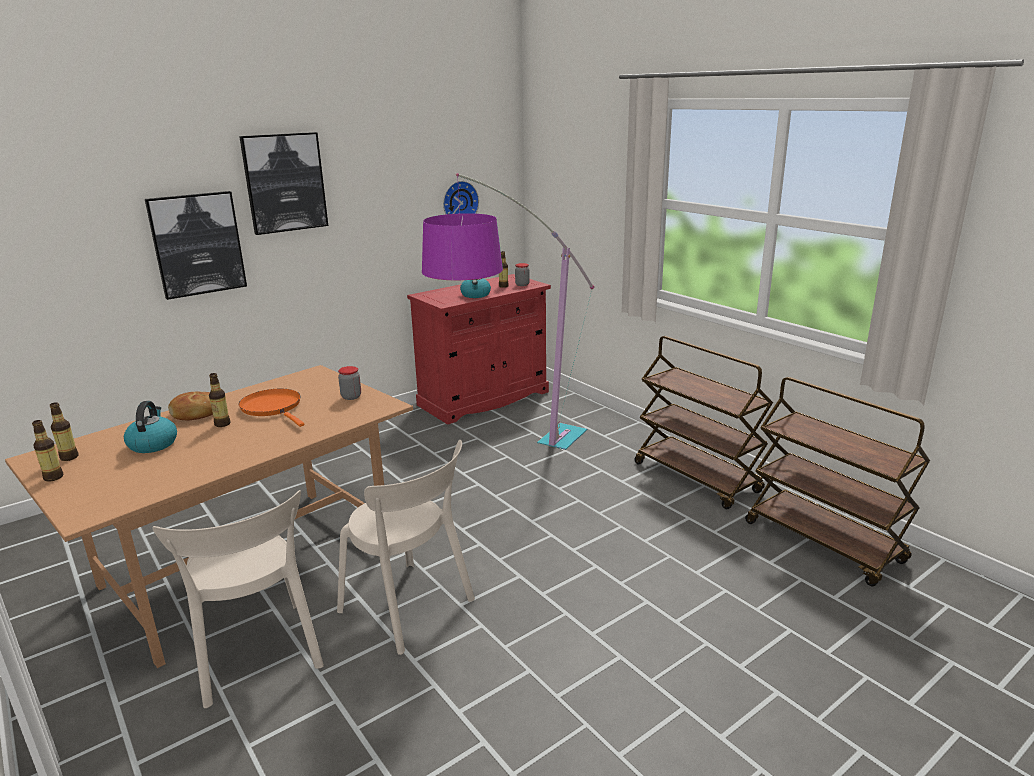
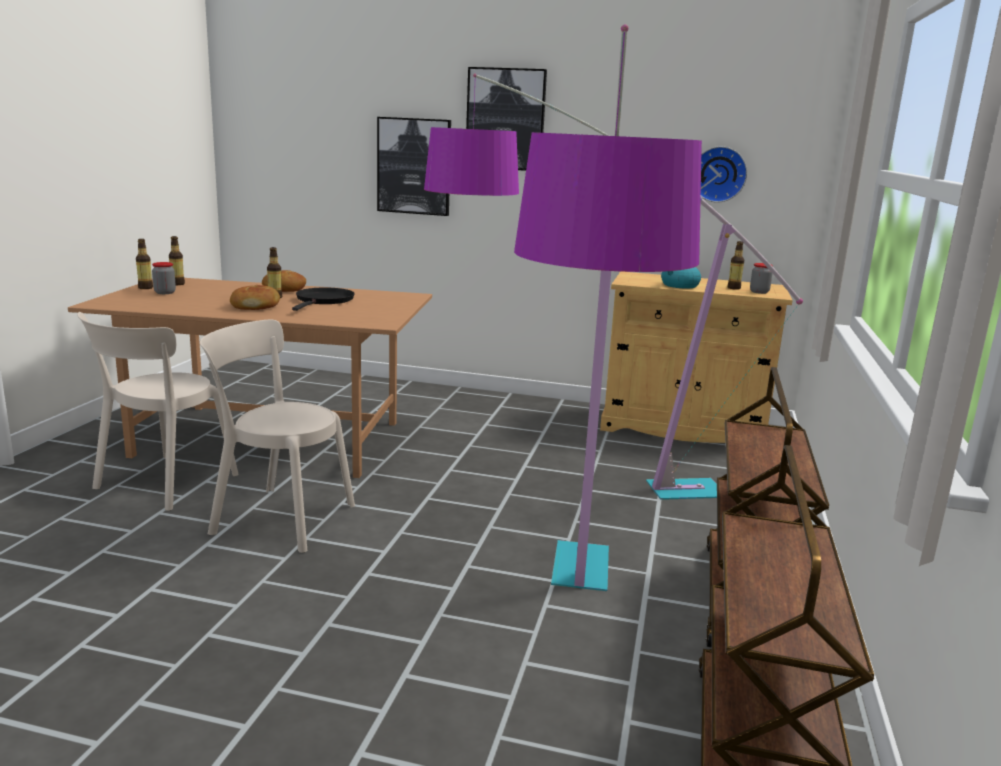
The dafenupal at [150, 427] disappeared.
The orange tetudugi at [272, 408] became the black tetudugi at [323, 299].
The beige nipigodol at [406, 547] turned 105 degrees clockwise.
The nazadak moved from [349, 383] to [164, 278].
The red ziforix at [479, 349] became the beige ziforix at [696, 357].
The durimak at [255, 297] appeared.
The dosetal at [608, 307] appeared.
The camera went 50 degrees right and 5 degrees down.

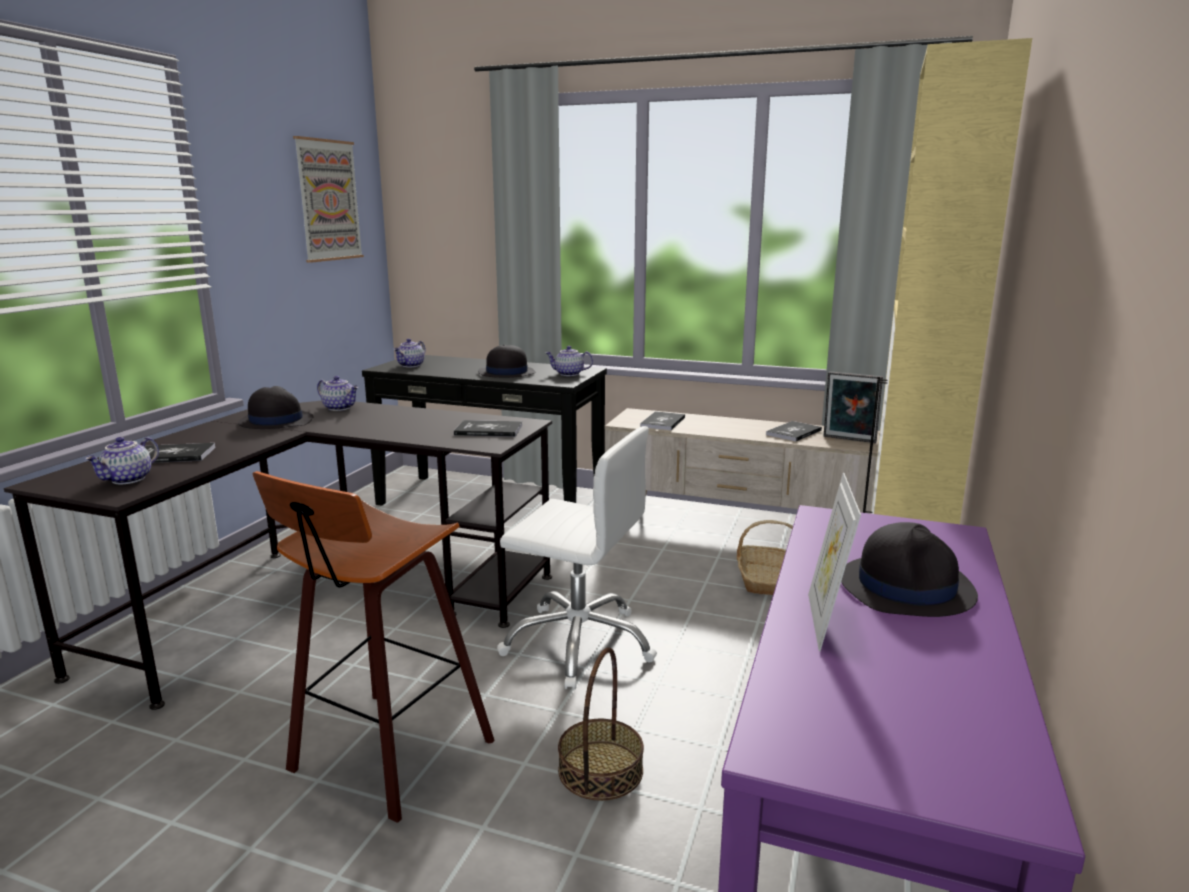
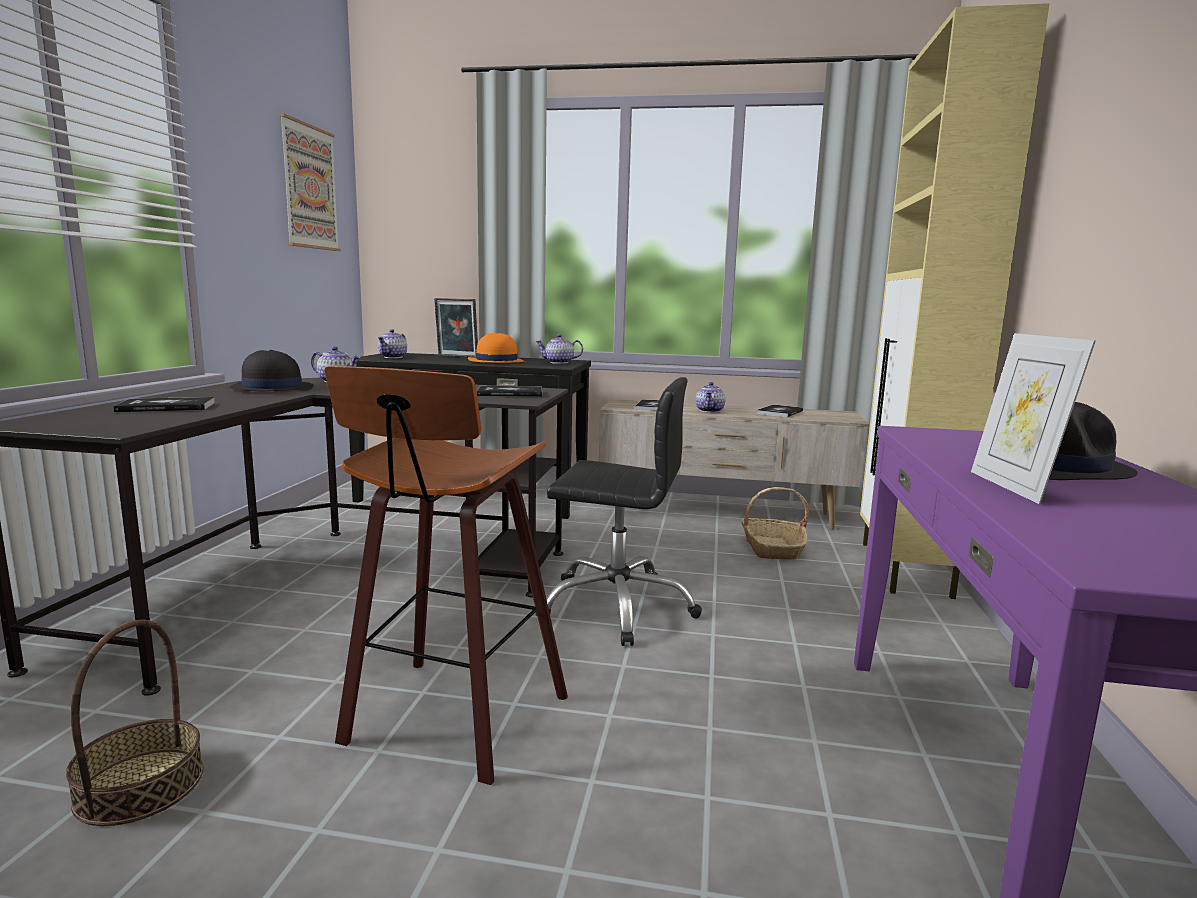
The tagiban moved from [122, 460] to [711, 397].
The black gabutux at [507, 361] became the orange gabutux at [496, 348].
The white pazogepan at [577, 558] became the black pazogepan at [618, 511].
The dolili moved from [601, 724] to [135, 722].
The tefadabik moved from [853, 407] to [456, 328].
The camera went 10 degrees left and 5 degrees down.

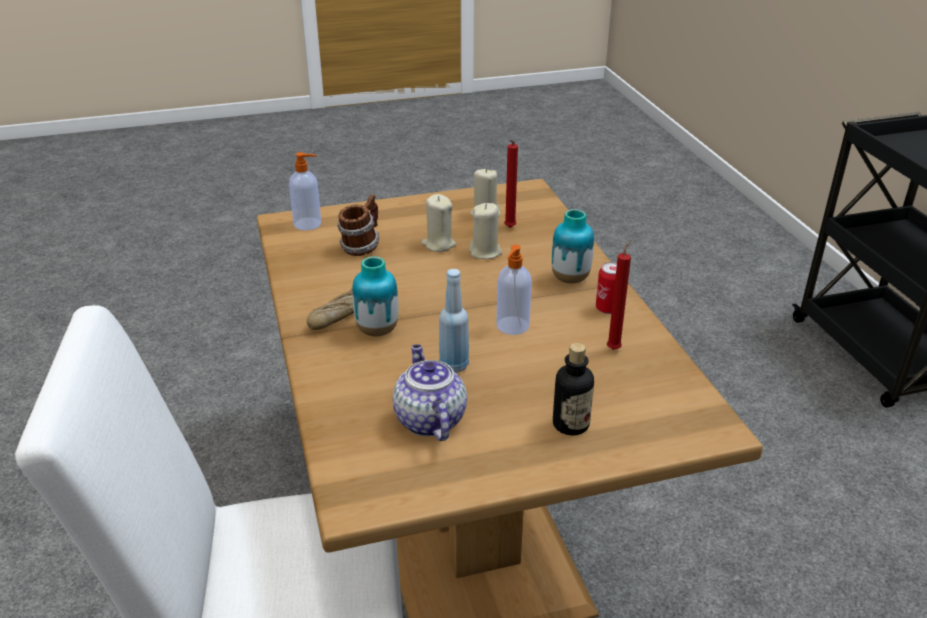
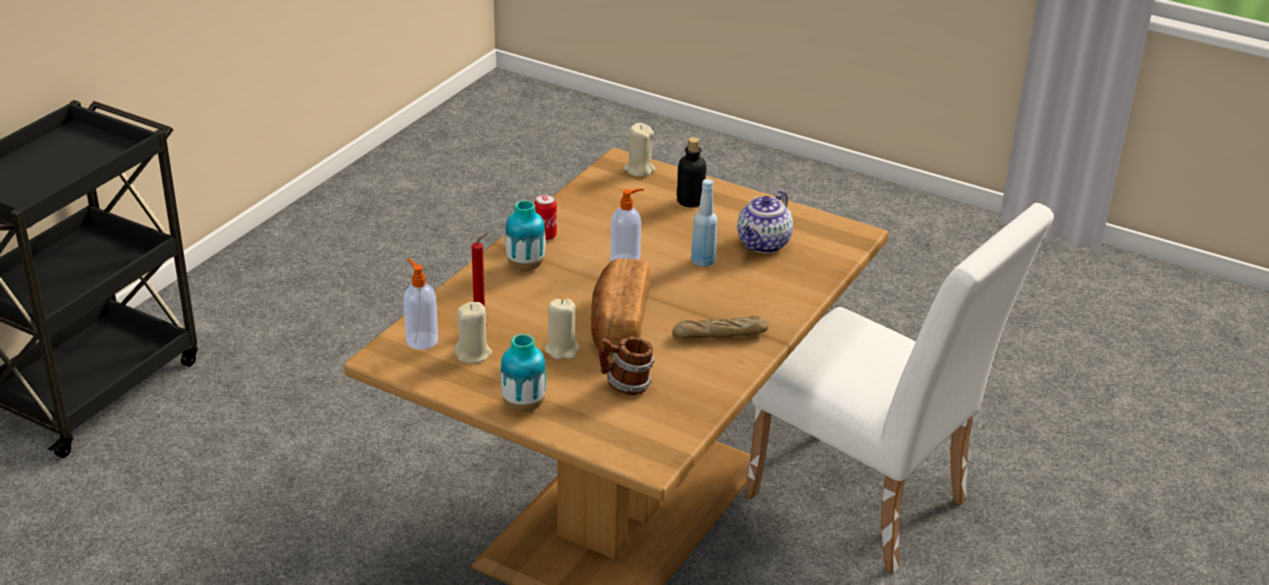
The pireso moved from [305, 191] to [421, 304].
The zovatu moved from [375, 296] to [523, 373].
The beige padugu moved from [485, 231] to [639, 150].
The red padugu at [619, 294] disappeared.
The durimak at [620, 304] appeared.
The camera went 135 degrees left and 0 degrees up.

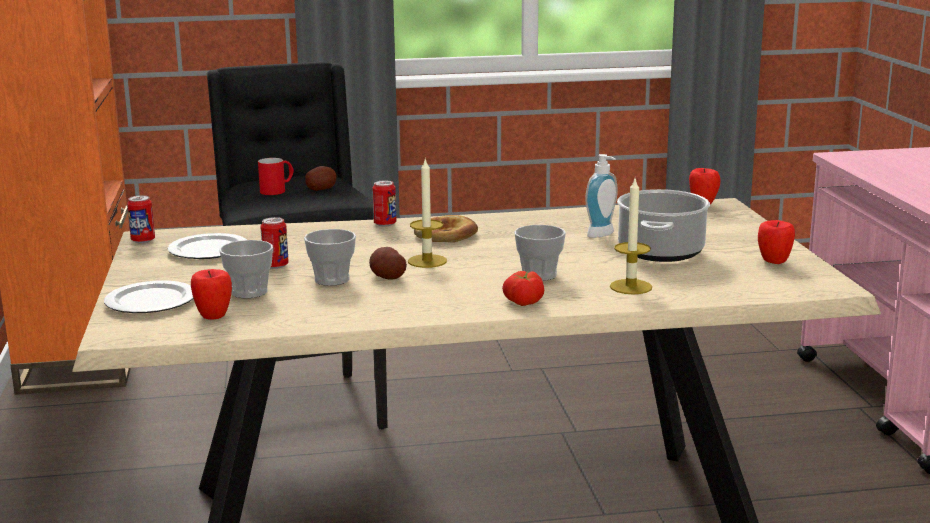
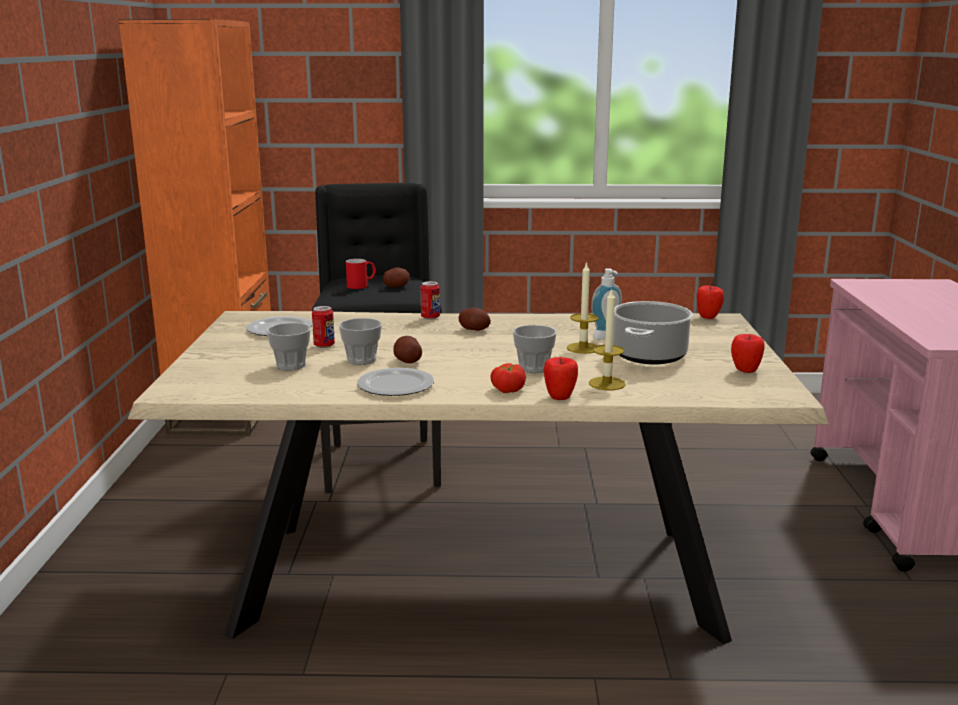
The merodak moved from [149, 296] to [395, 382].
The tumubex at [141, 219] disappeared.
The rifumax moved from [211, 294] to [561, 378].
The padugu moved from [427, 214] to [583, 307].
The durimak at [446, 228] was replaced by the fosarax at [474, 319].
The camera went 10 degrees right and 0 degrees up.

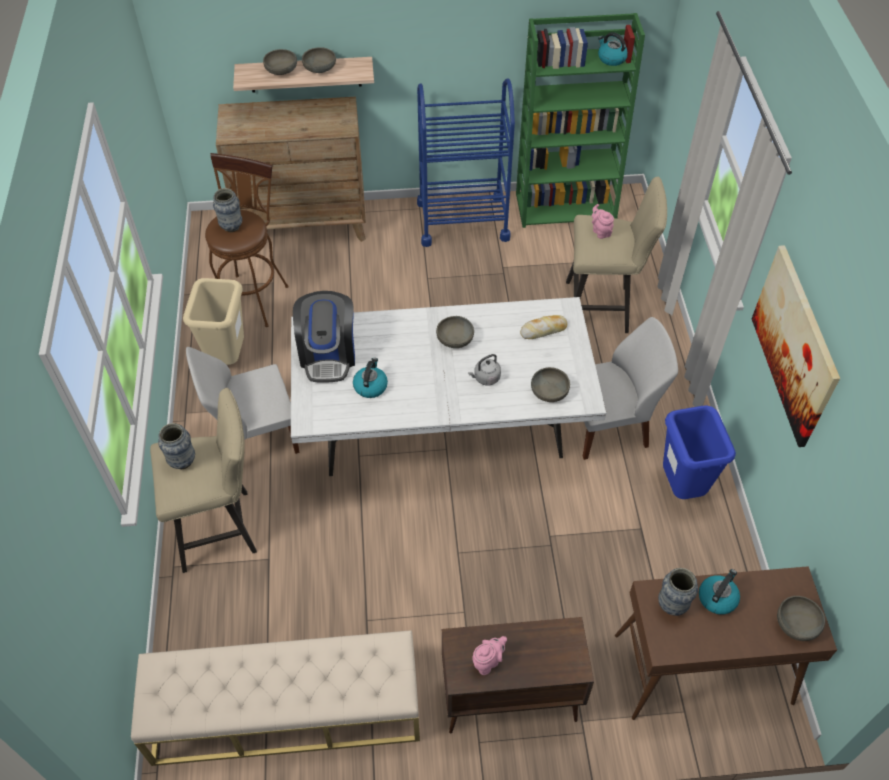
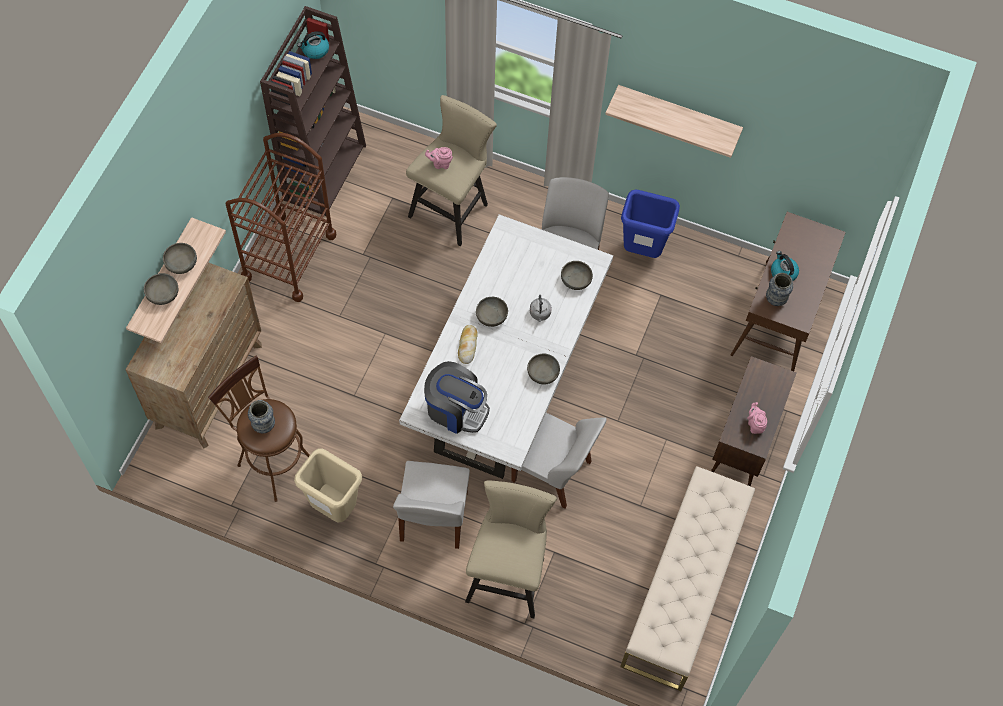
The zovatu at [176, 446] disappeared.
The dafenupal at [370, 378] disappeared.
The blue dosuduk at [466, 162] became the brown dosuduk at [281, 217].
The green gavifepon at [580, 120] became the brown gavifepon at [313, 111].
The durimak moved from [544, 327] to [468, 344].
The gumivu at [796, 346] was replaced by the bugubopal at [674, 121].
The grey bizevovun moved from [801, 618] to [543, 369].
The white nipigodol at [559, 461] appeared.
The camera went 65 degrees left and 10 degrees up.

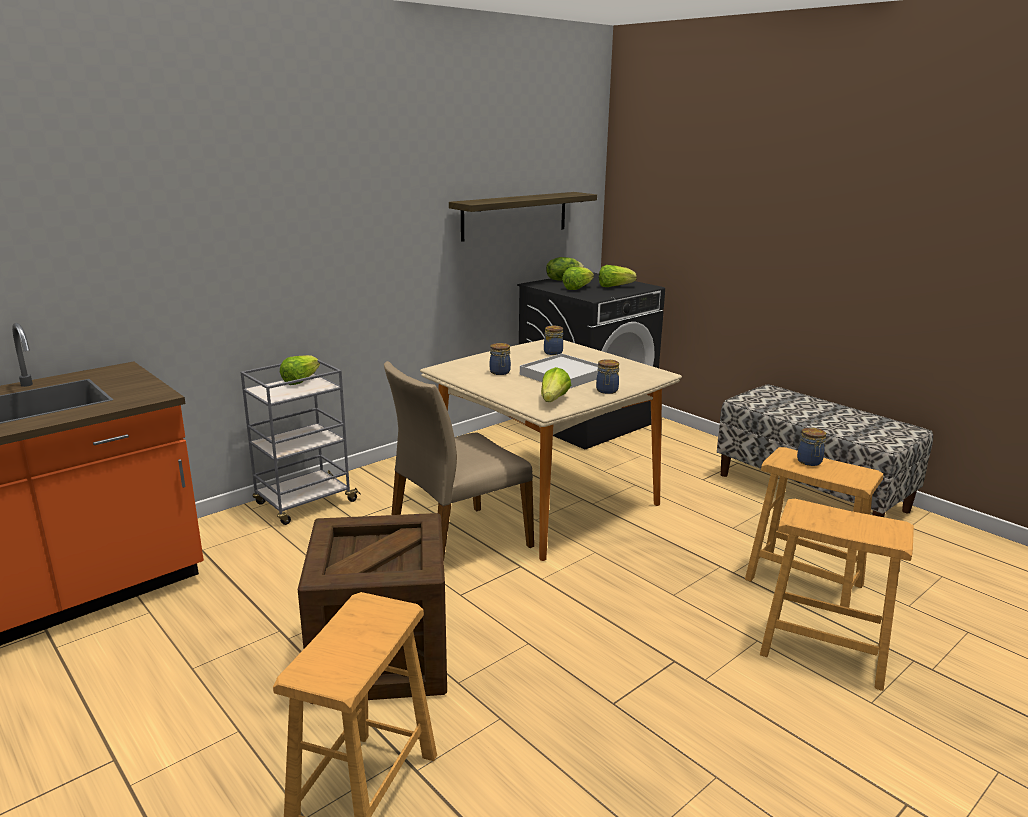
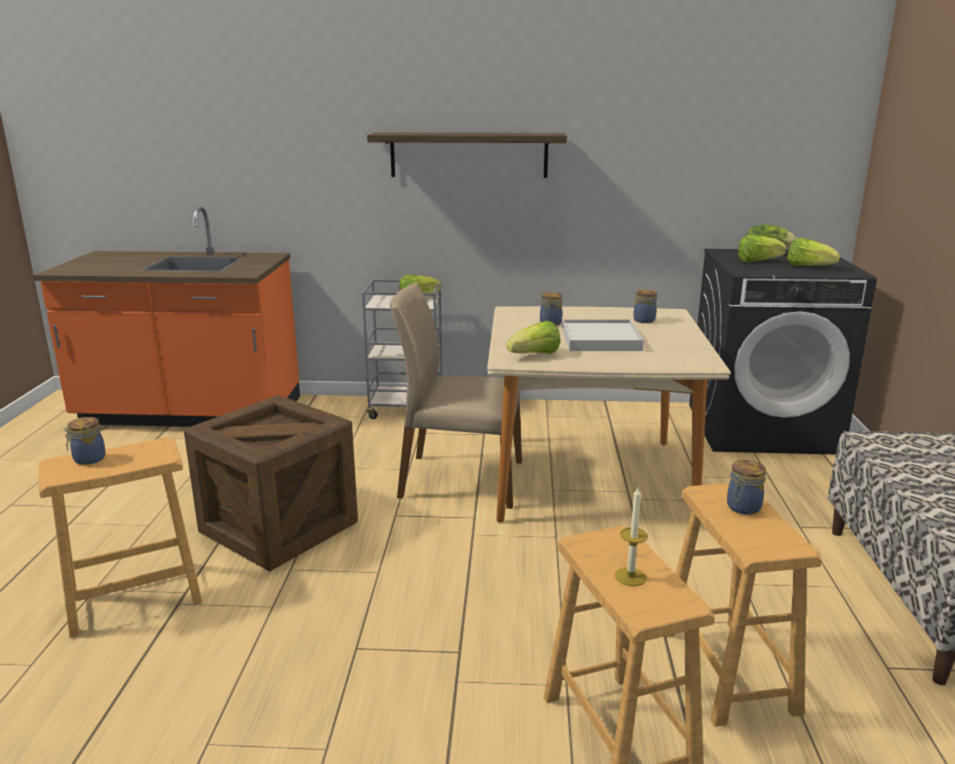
The bugubopal moved from [523, 217] to [467, 155].
The nazadak moved from [607, 376] to [85, 441].
The padugu at [631, 536] appeared.
The camera went 45 degrees right and 0 degrees up.

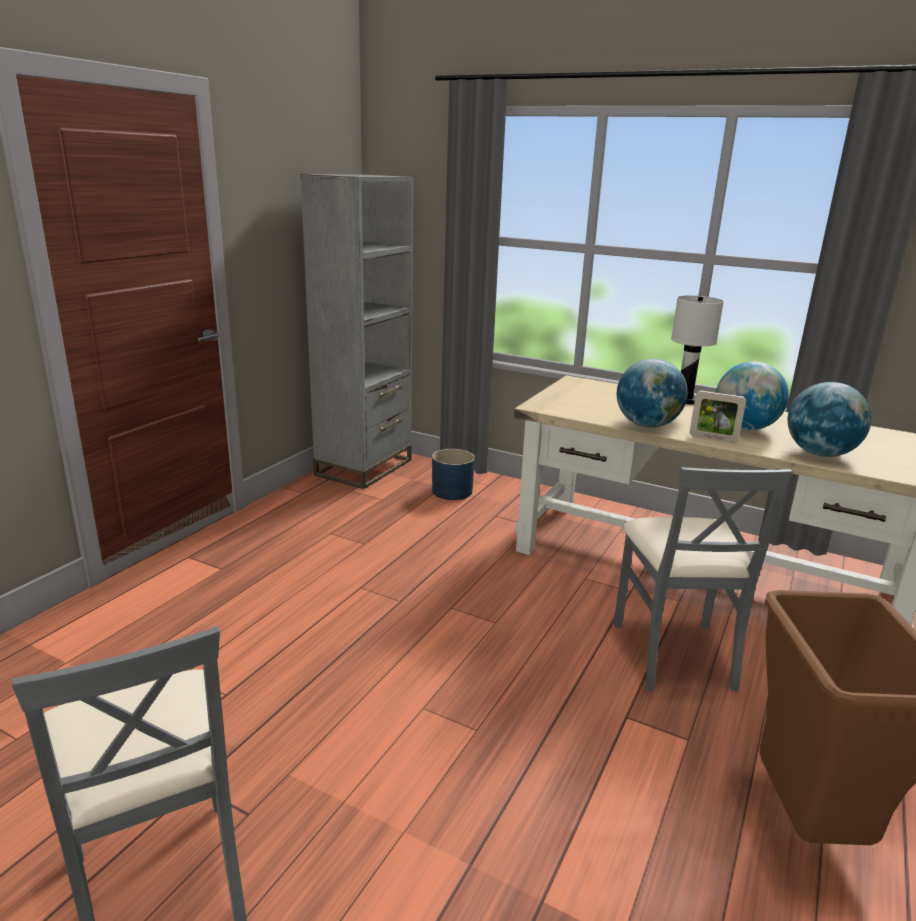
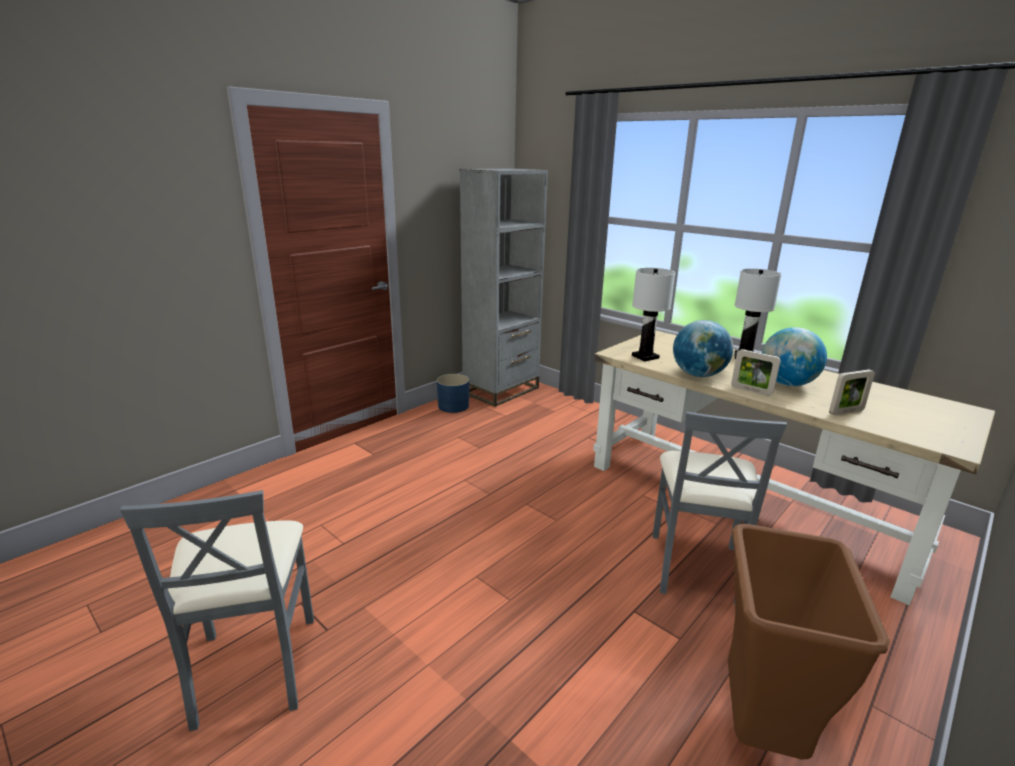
The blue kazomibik moved from [453, 474] to [453, 393].
The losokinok at [830, 419] was replaced by the tefadabik at [852, 392].
The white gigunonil at [653, 314] appeared.
The camera went 15 degrees right and 0 degrees up.

